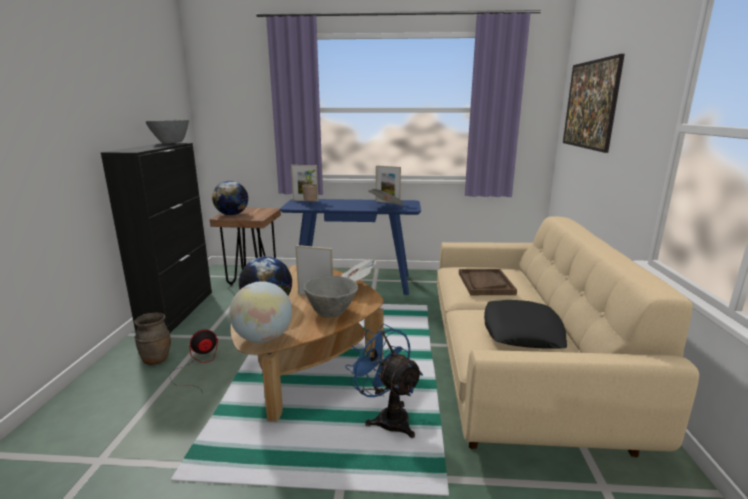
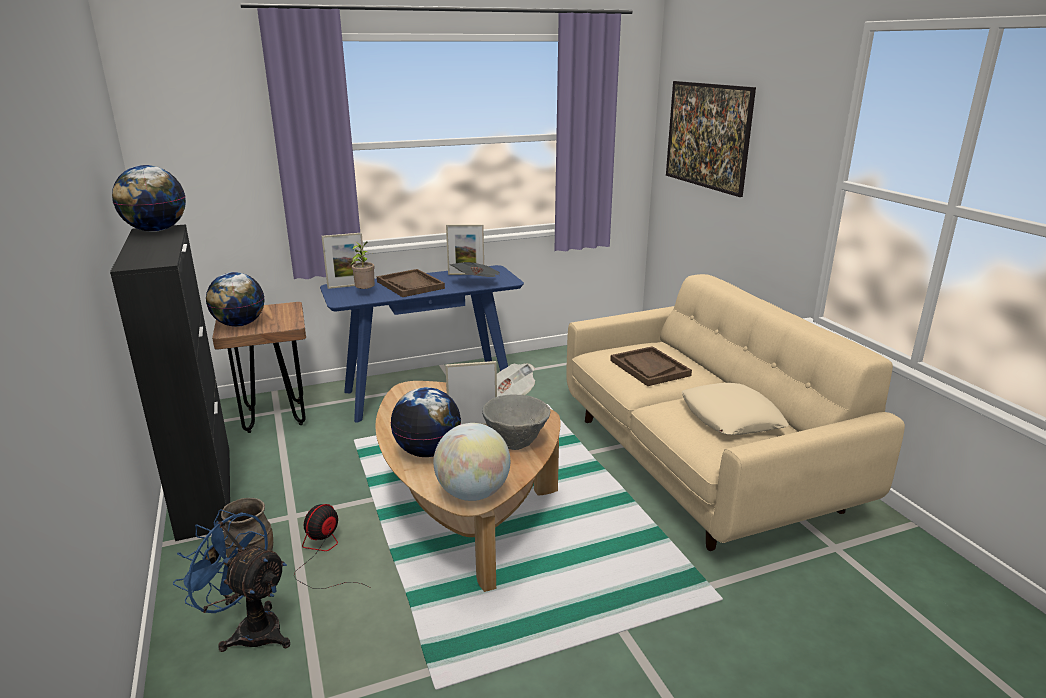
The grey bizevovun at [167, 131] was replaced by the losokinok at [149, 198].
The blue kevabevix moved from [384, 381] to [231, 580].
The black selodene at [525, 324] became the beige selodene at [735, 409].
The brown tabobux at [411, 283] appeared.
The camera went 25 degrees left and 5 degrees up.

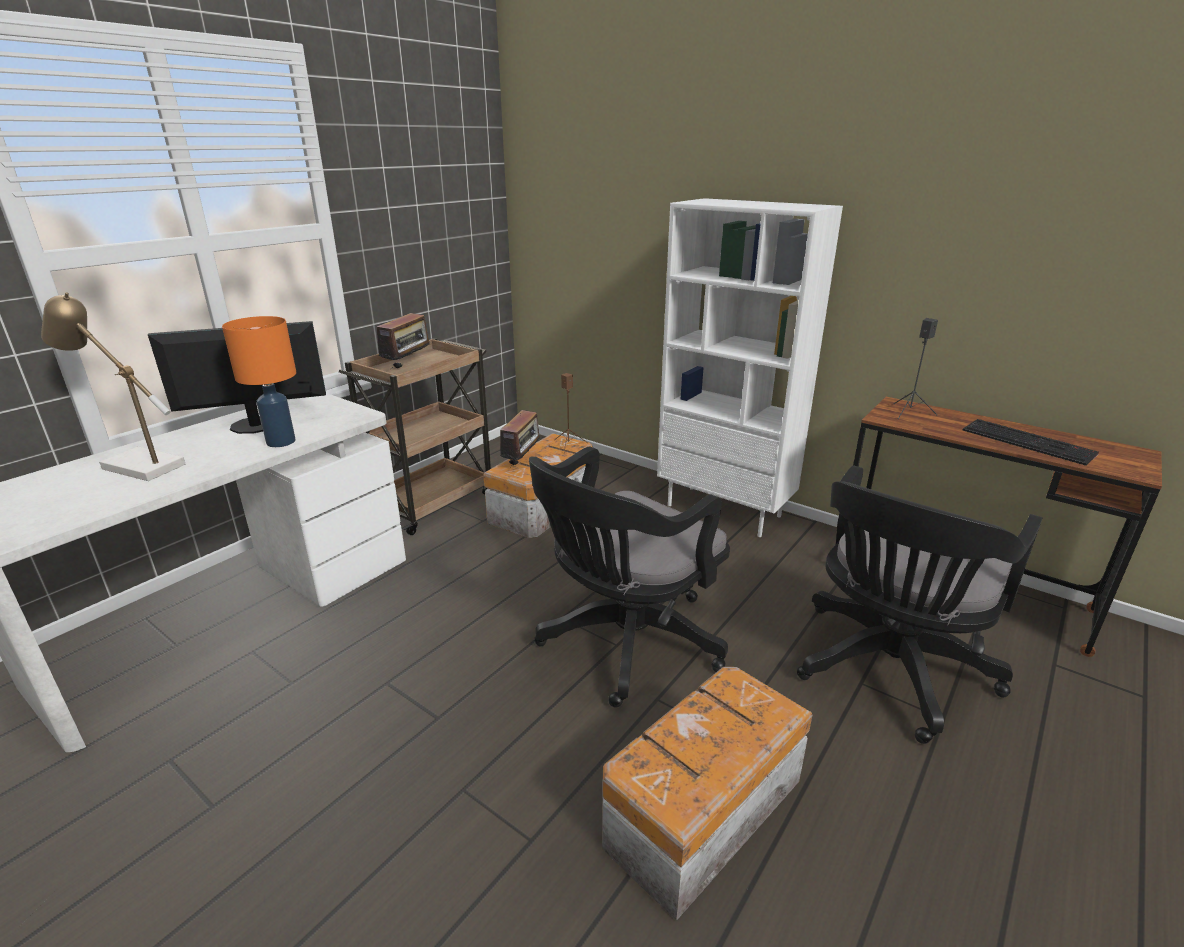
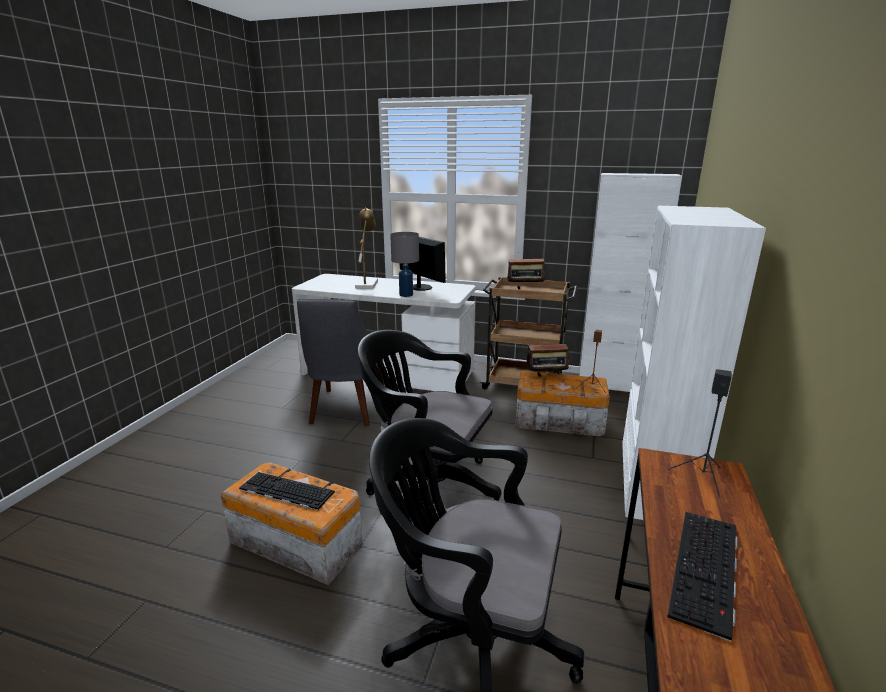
The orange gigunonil at [259, 381] became the grey gigunonil at [404, 264].
The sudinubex at [287, 491] appeared.
The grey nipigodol at [340, 362] appeared.
The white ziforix at [631, 282] appeared.
The camera went 70 degrees right and 5 degrees down.

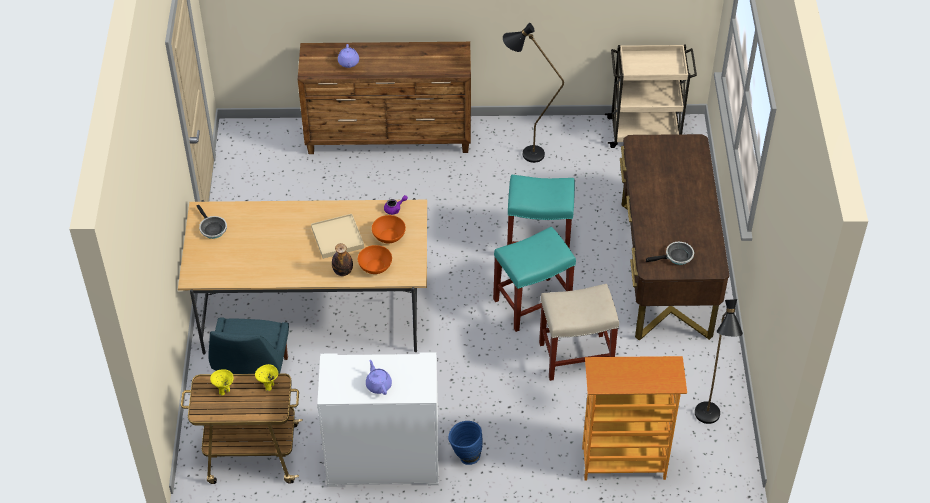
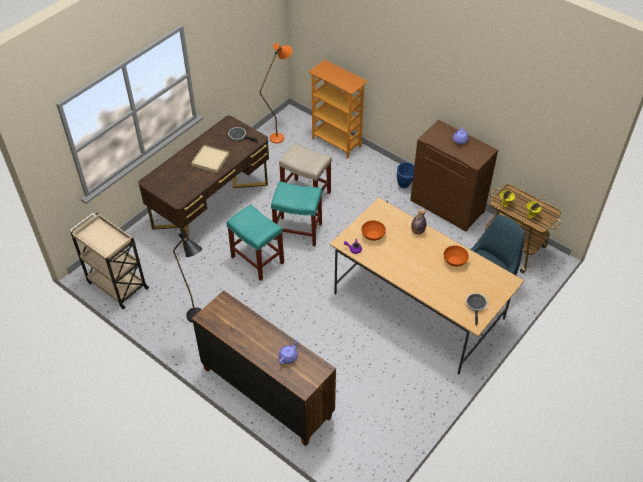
The beige tabobux moved from [337, 236] to [210, 159].
The white ziforix at [378, 419] became the brown ziforix at [454, 176].
The orange bizevovun moved from [375, 259] to [456, 256].
The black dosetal at [719, 361] became the orange dosetal at [276, 93].
The camera went 140 degrees left and 0 degrees up.

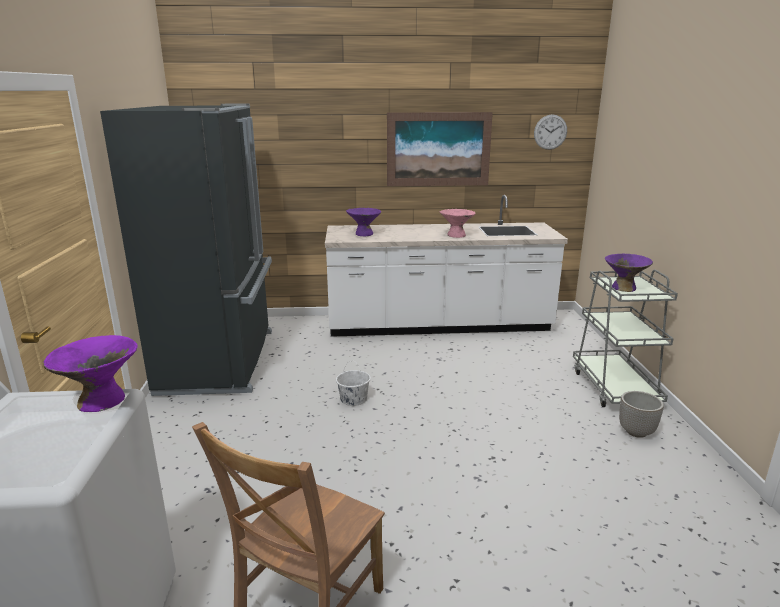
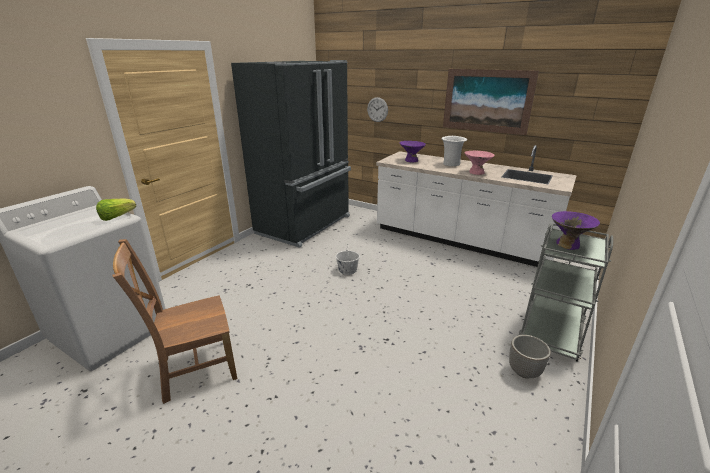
The purple bizevovun at [90, 373] was replaced by the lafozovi at [116, 209].
The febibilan moved from [550, 132] to [377, 109].
The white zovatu at [454, 151] appeared.
The camera went 35 degrees right and 5 degrees up.

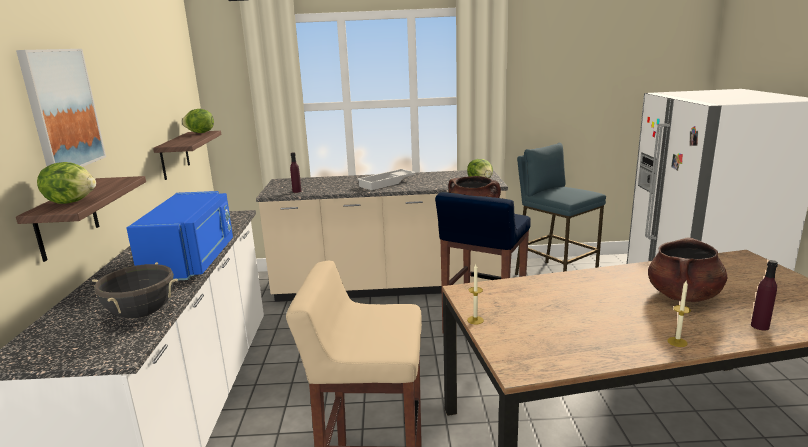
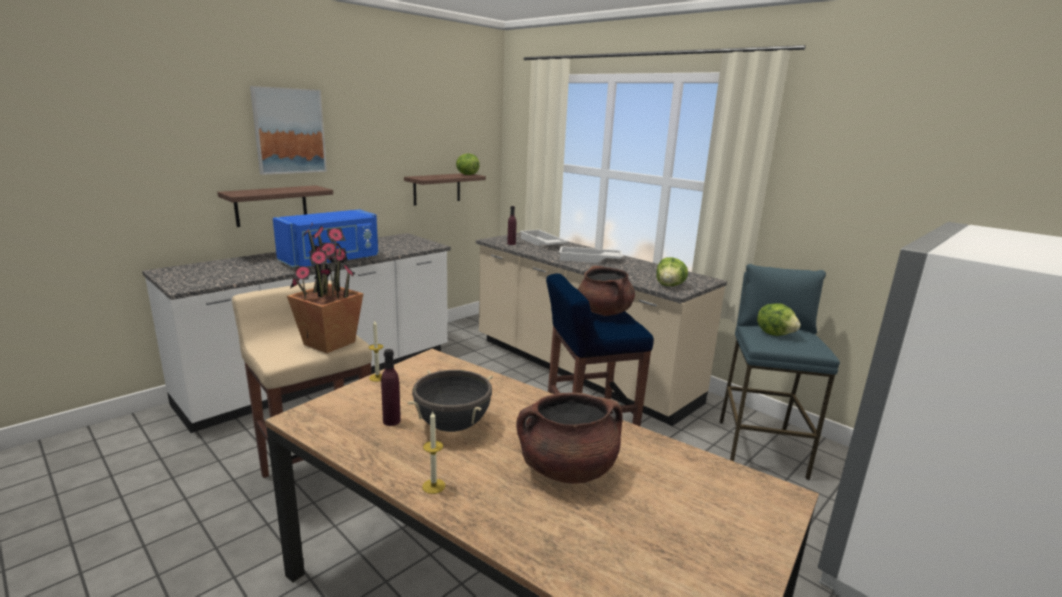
The lafozovi moved from [66, 183] to [779, 319].
The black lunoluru moved from [135, 290] to [450, 401].
The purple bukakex moved from [764, 295] to [391, 387].
The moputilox at [325, 288] appeared.
The white tabobux at [544, 238] appeared.
The camera went 45 degrees right and 0 degrees up.

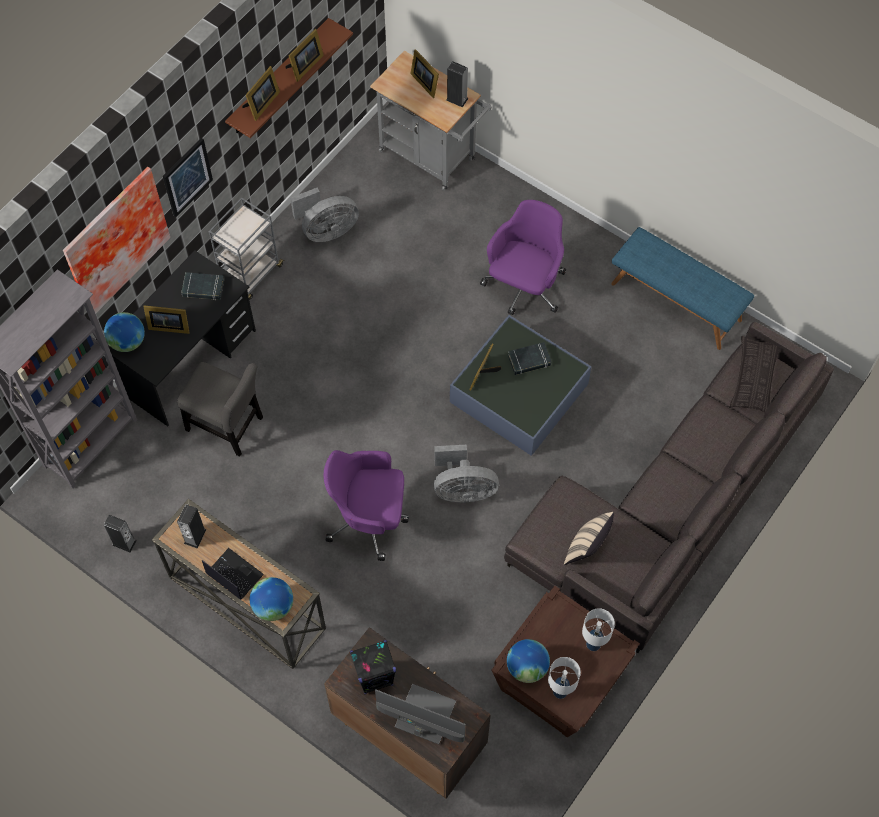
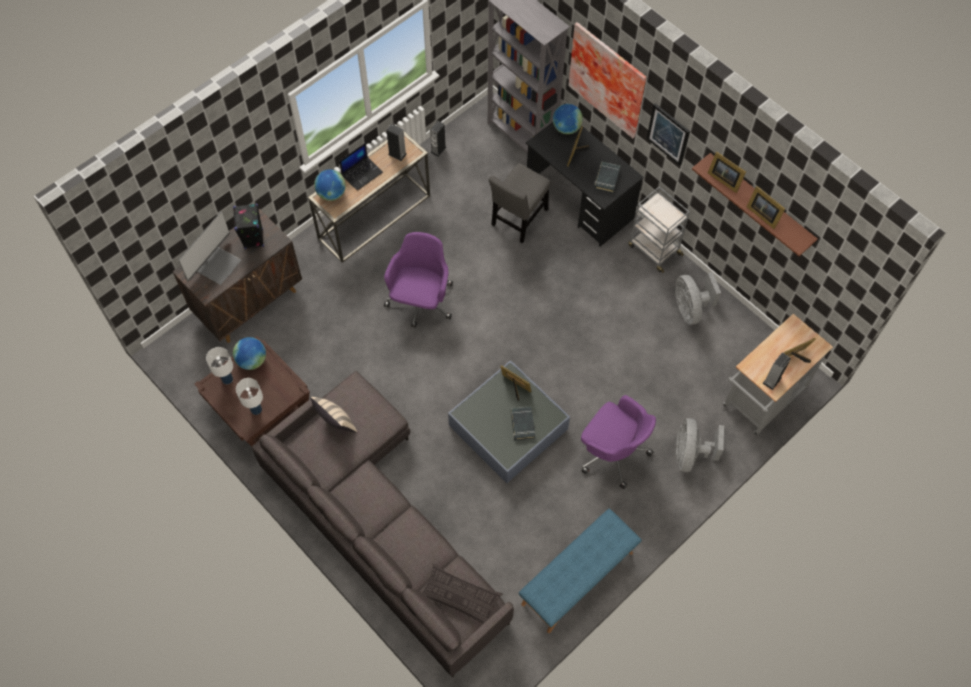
The grey kevabevix moved from [466, 473] to [700, 445].
The camera went 100 degrees right and 0 degrees up.

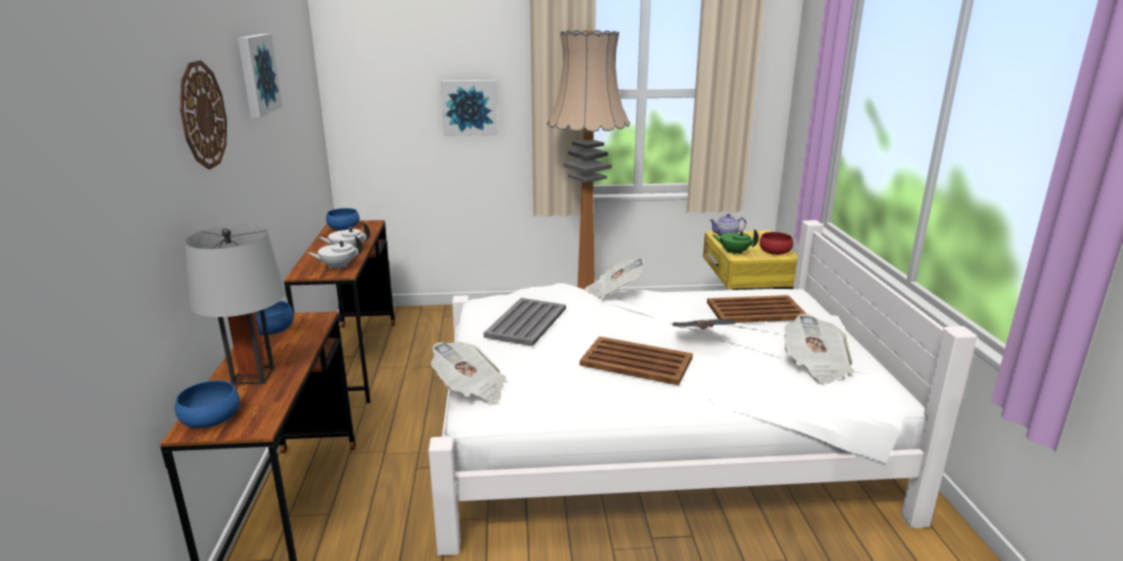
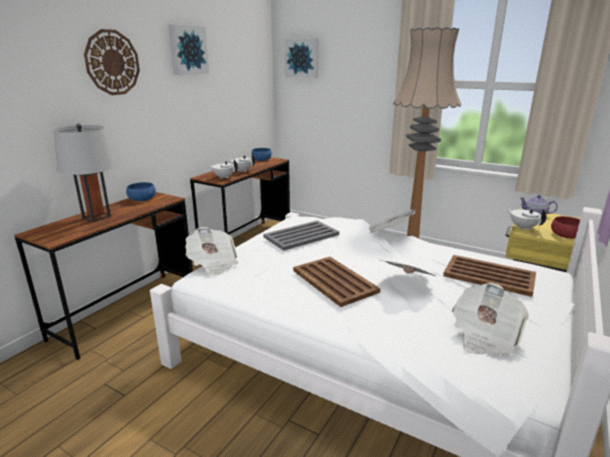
The blue bizevovun at [207, 404] disappeared.
The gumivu moved from [469, 108] to [302, 58].
The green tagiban at [735, 242] became the white tagiban at [526, 219].
The camera went 35 degrees right and 0 degrees up.

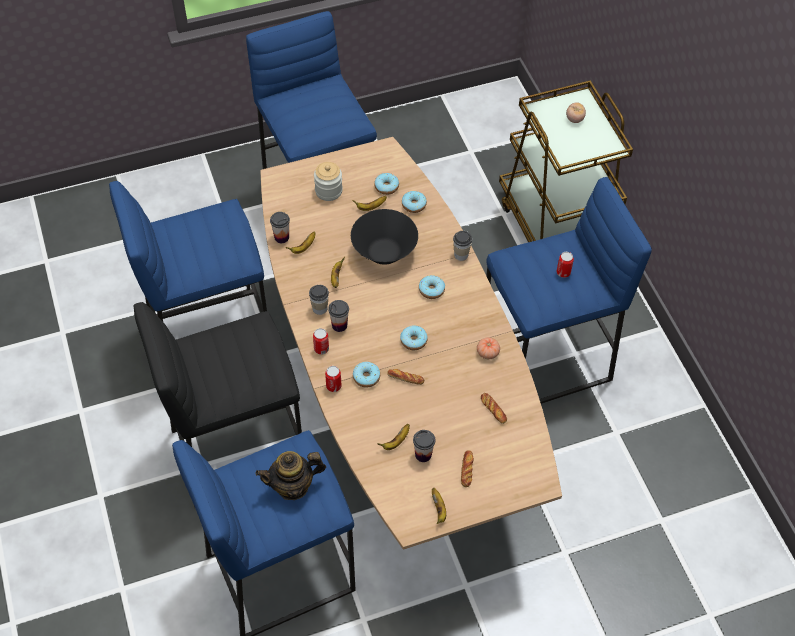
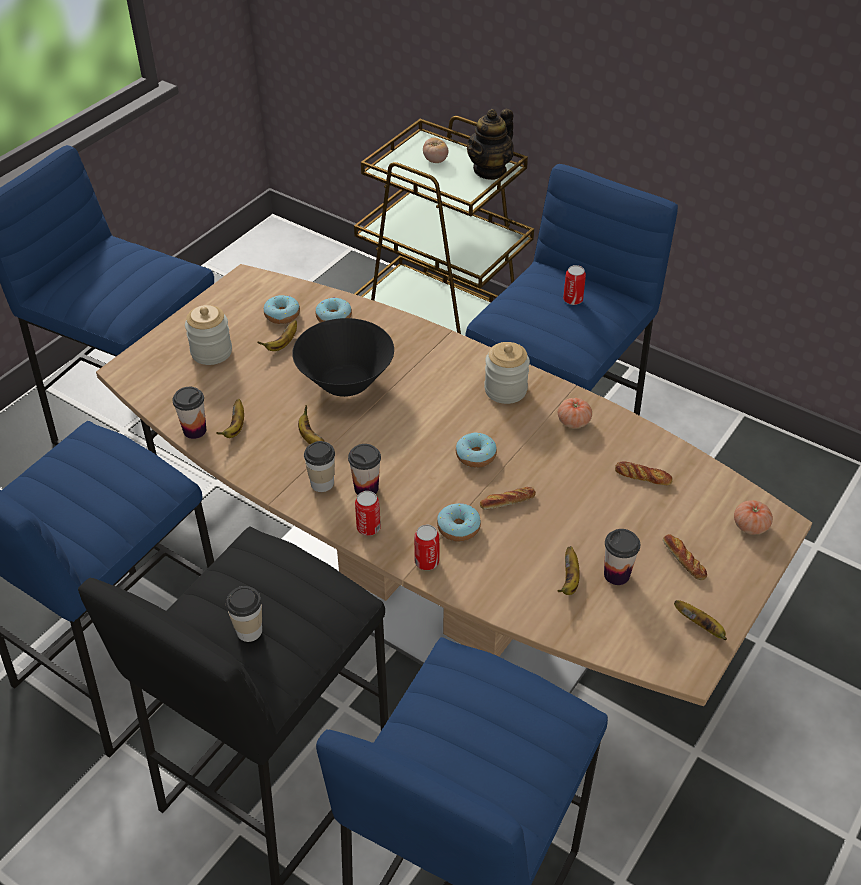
The tagiban moved from [290, 475] to [490, 144].
The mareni at [432, 287] disappeared.
The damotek moved from [462, 246] to [244, 614].
The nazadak at [507, 373] appeared.
The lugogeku at [753, 517] appeared.
The camera went 35 degrees left and 10 degrees down.

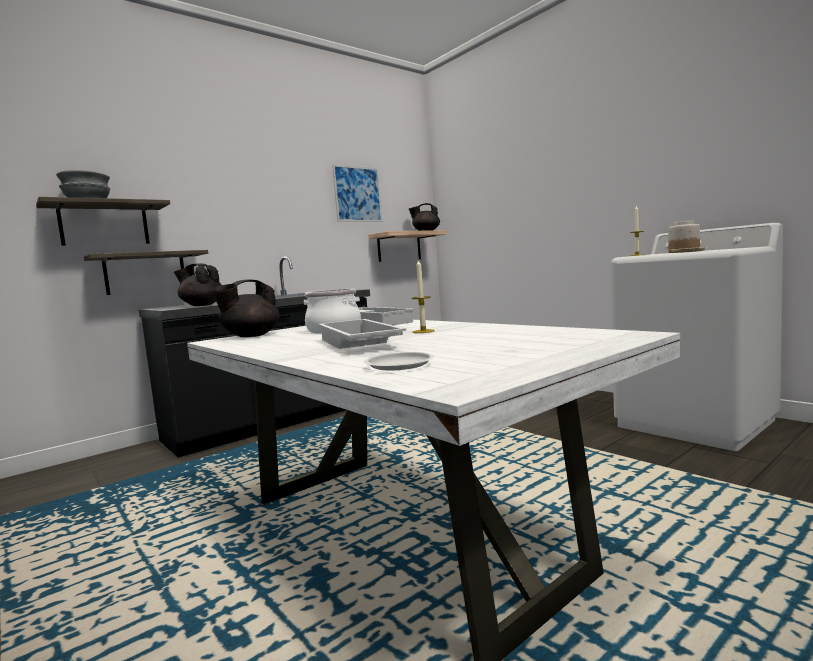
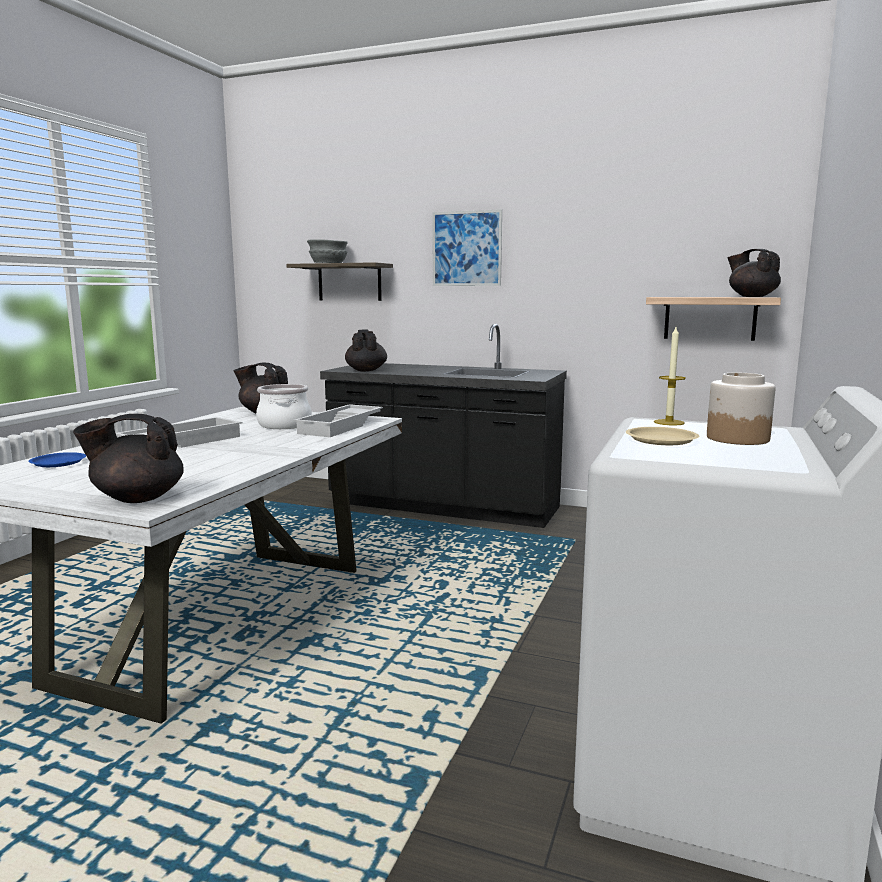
The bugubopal at [146, 272] disappeared.
The gumivu moved from [357, 193] to [467, 247].
The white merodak at [399, 361] became the blue merodak at [57, 459].
The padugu at [423, 296] disappeared.
The black tagiban at [128, 458] appeared.
The camera went 60 degrees right and 5 degrees up.

